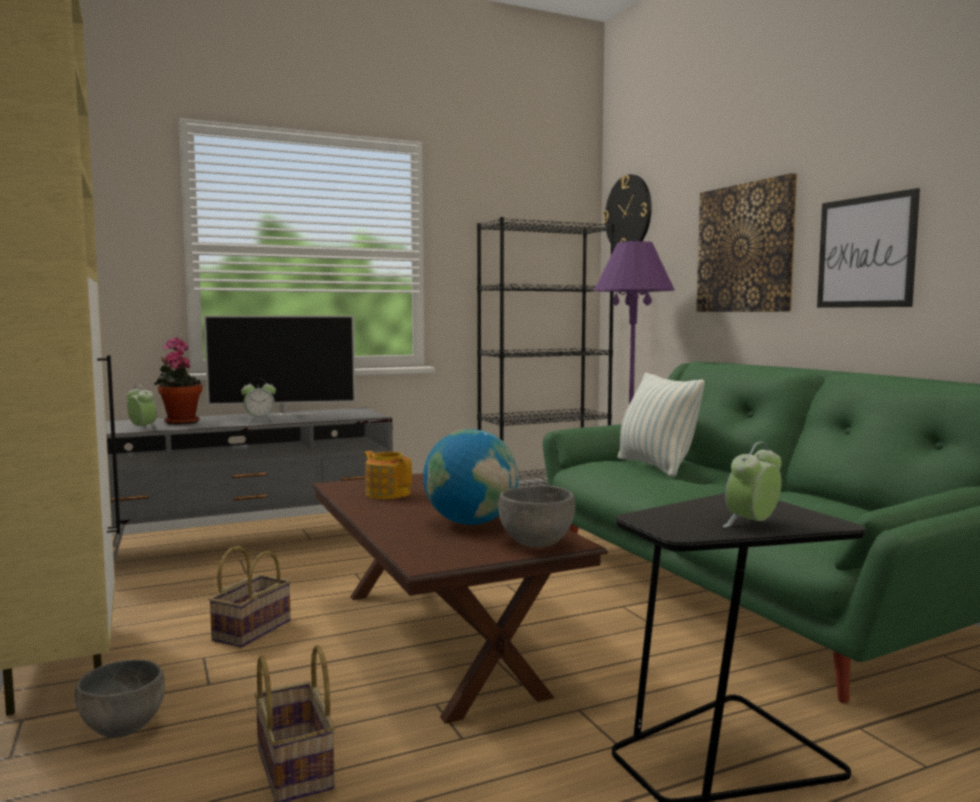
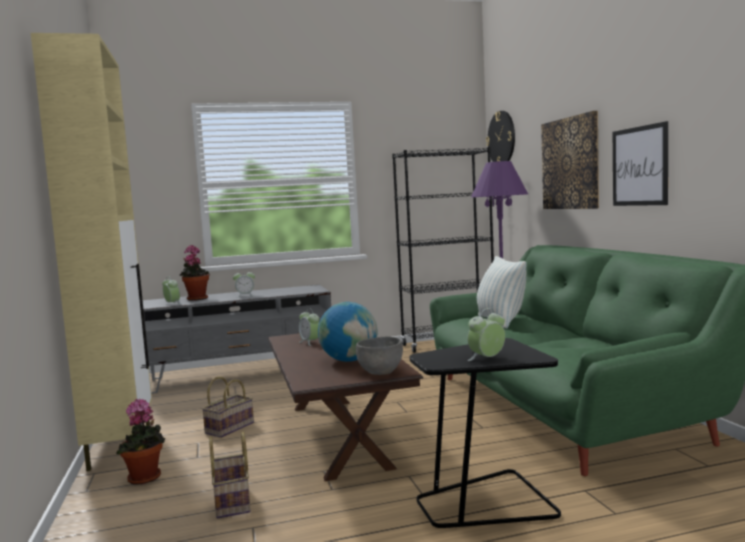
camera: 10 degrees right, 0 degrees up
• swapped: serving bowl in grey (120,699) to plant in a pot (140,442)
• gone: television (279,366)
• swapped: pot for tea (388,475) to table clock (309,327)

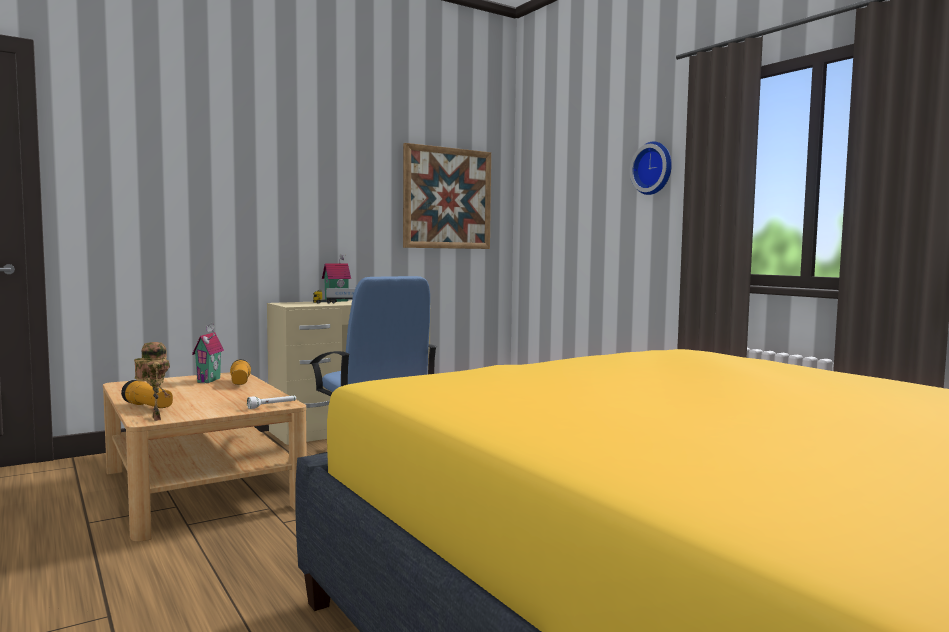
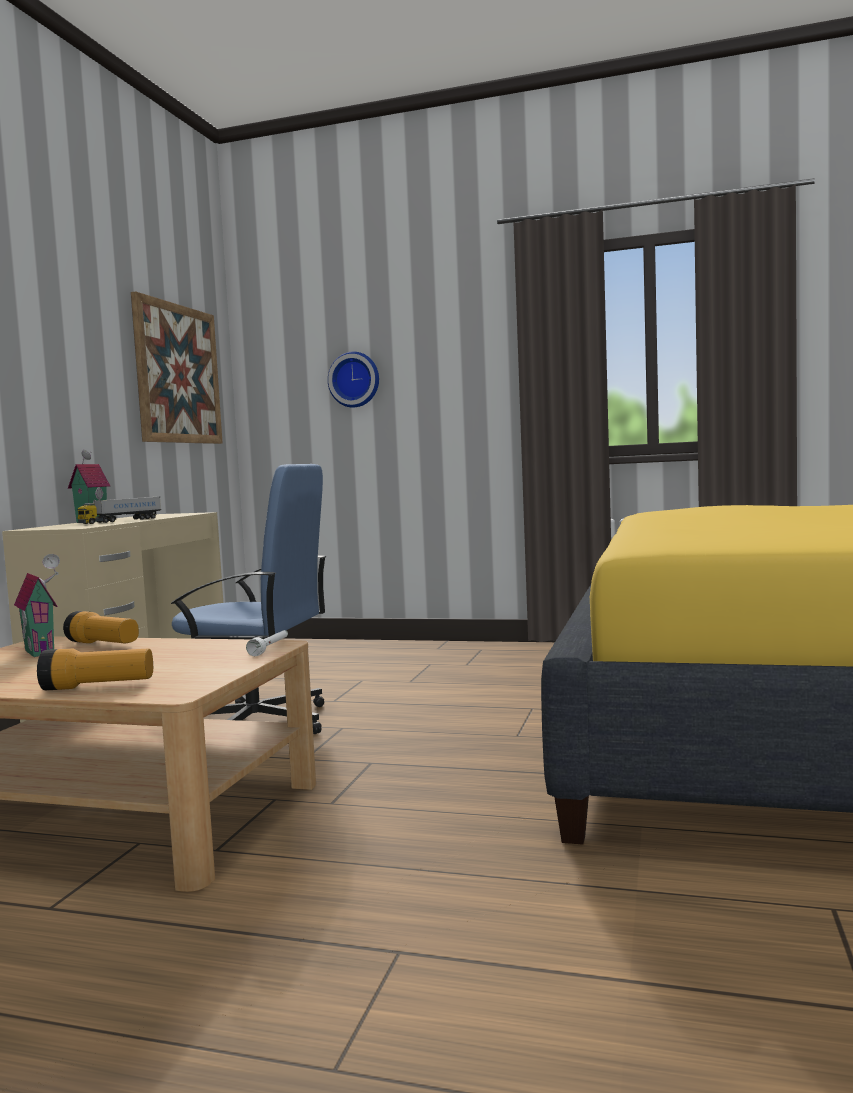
camera: 40 degrees left, 0 degrees up
• gone: robot figure (152,381)
• shifted: clock on the wall (651,168) to (353,380)

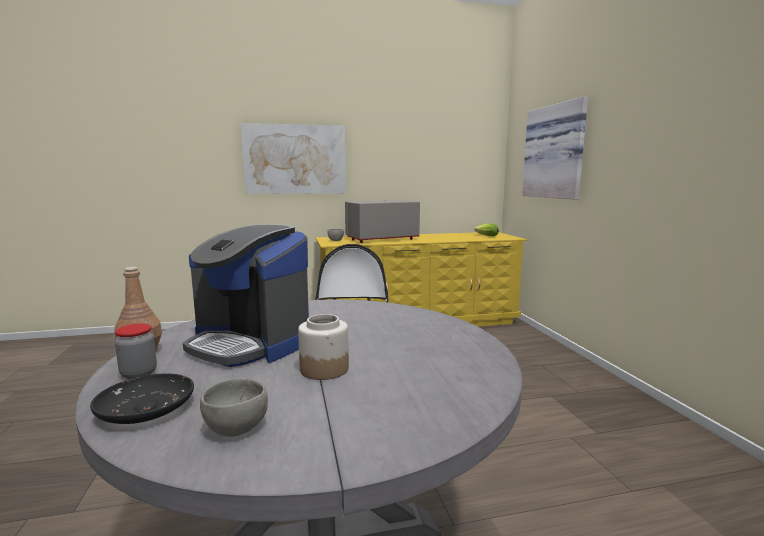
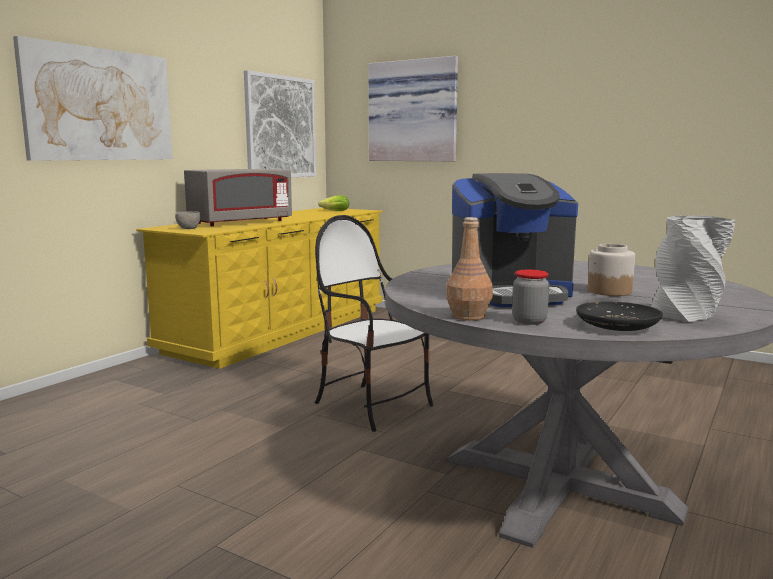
camera: 45 degrees left, 0 degrees up
• swapped: serving bowl in grey (234,407) to vase in grey (693,268)
• rotated: kitchen microwave in grey (382,221) = (238,197) 150 degrees counterclockwise
• new: picture (280,123)

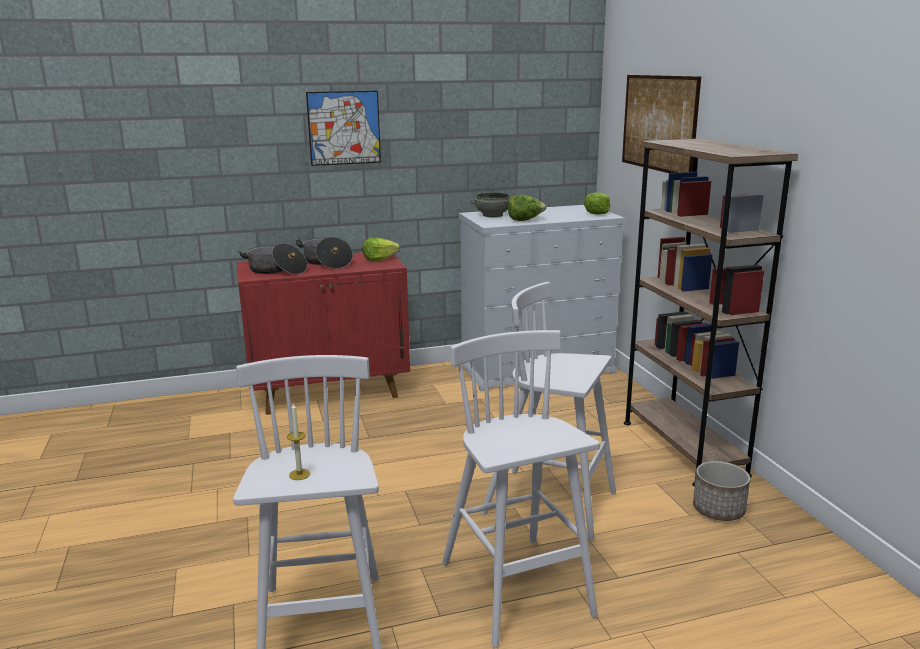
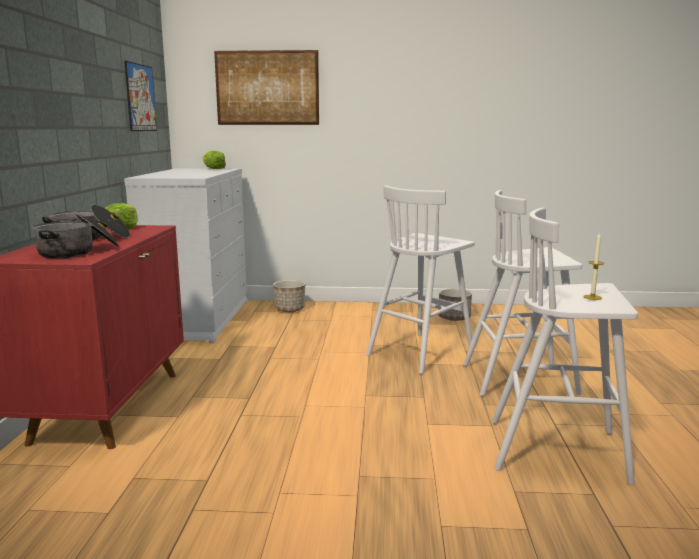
camera: 70 degrees left, 5 degrees down
• shifted: picture (343,128) to (140,96)
• gone: serving bowl in grey (490,204)
• gone: head of lettuce (527,208)
• gone: bookshelf in brown-coloured (711,313)
• new: plant pot (289,296)

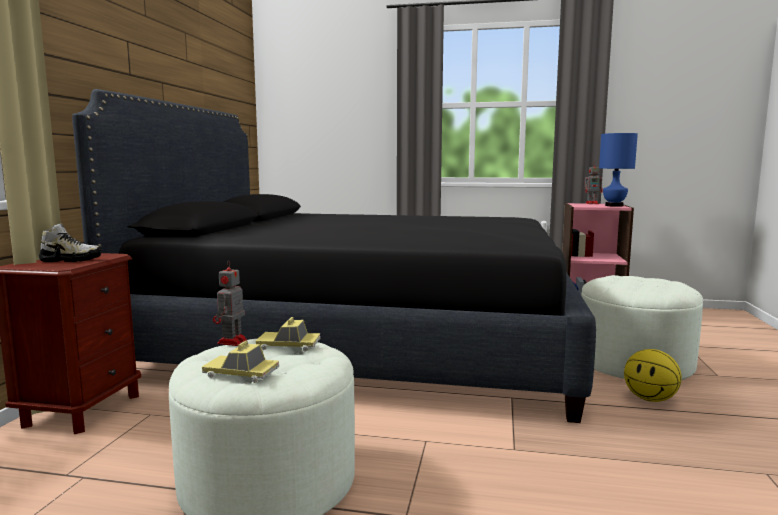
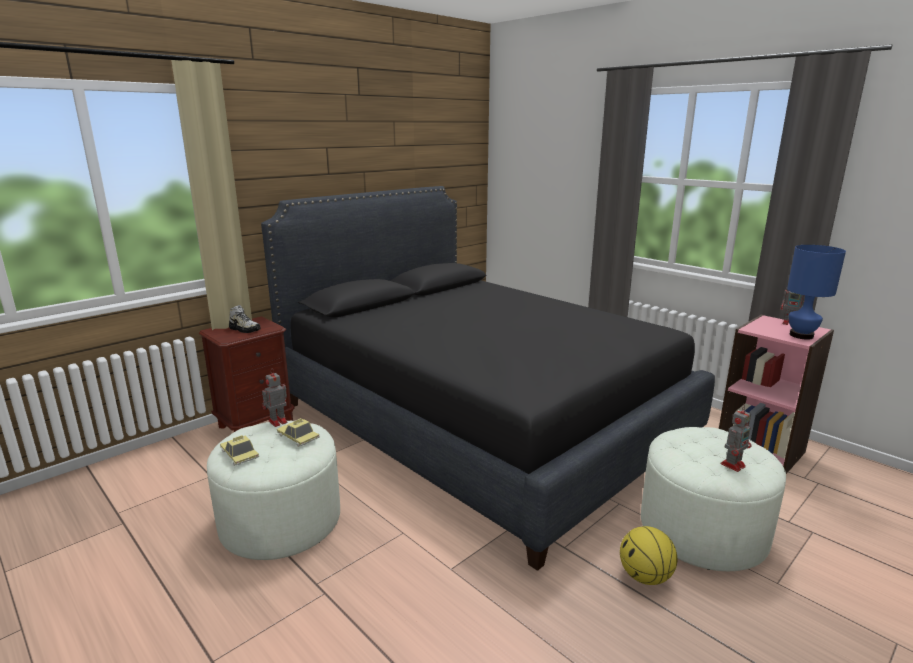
camera: 35 degrees right, 10 degrees up
• new: robot figure (736,439)

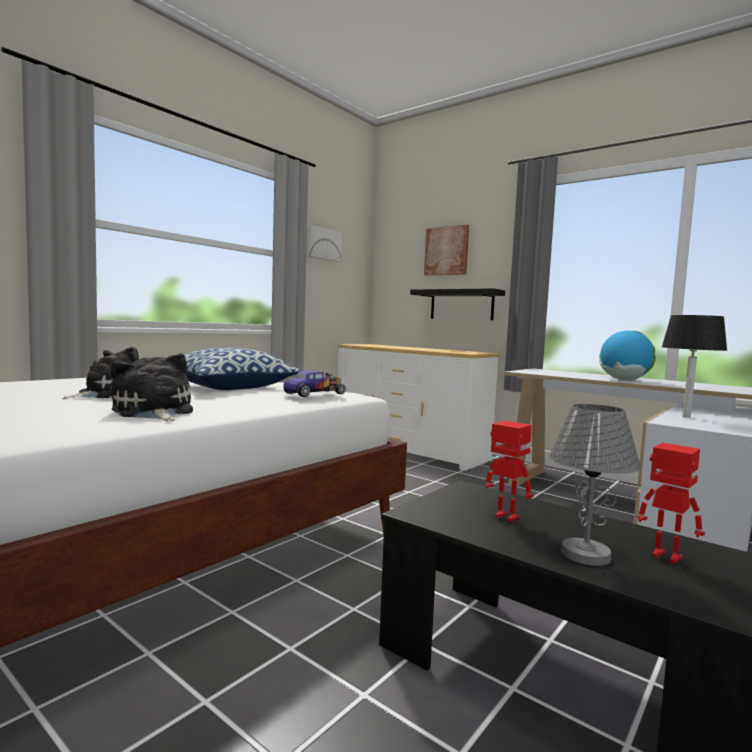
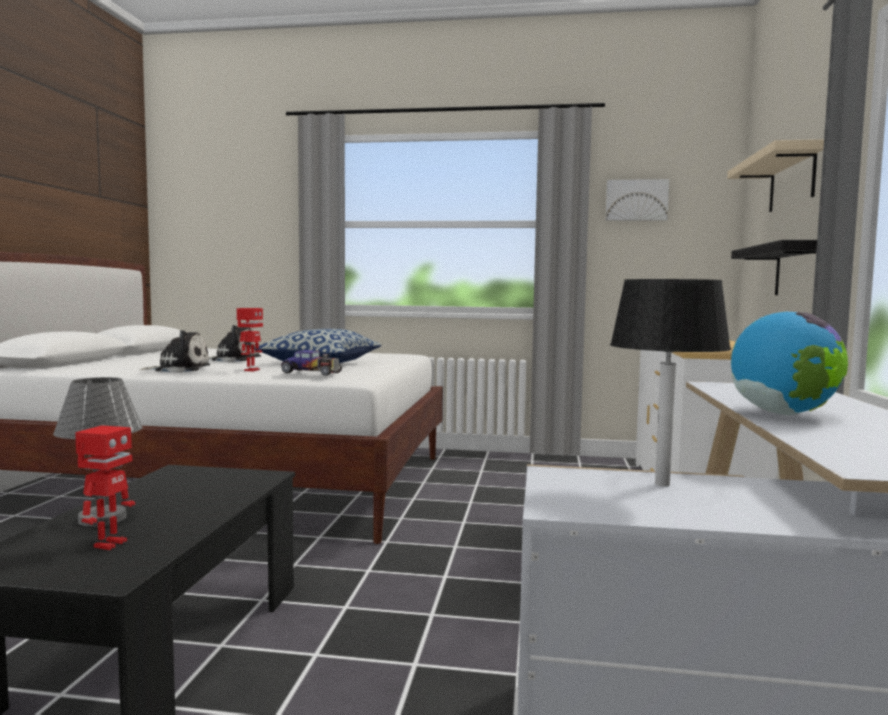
camera: 60 degrees right, 0 degrees up
• rotated: plush toy (152,387) = (175,351) 60 degrees clockwise
• swapped: picture (446,250) to wall shelf in sand-coloured (775,175)
• shifted: robot figure (510,471) to (250,340)

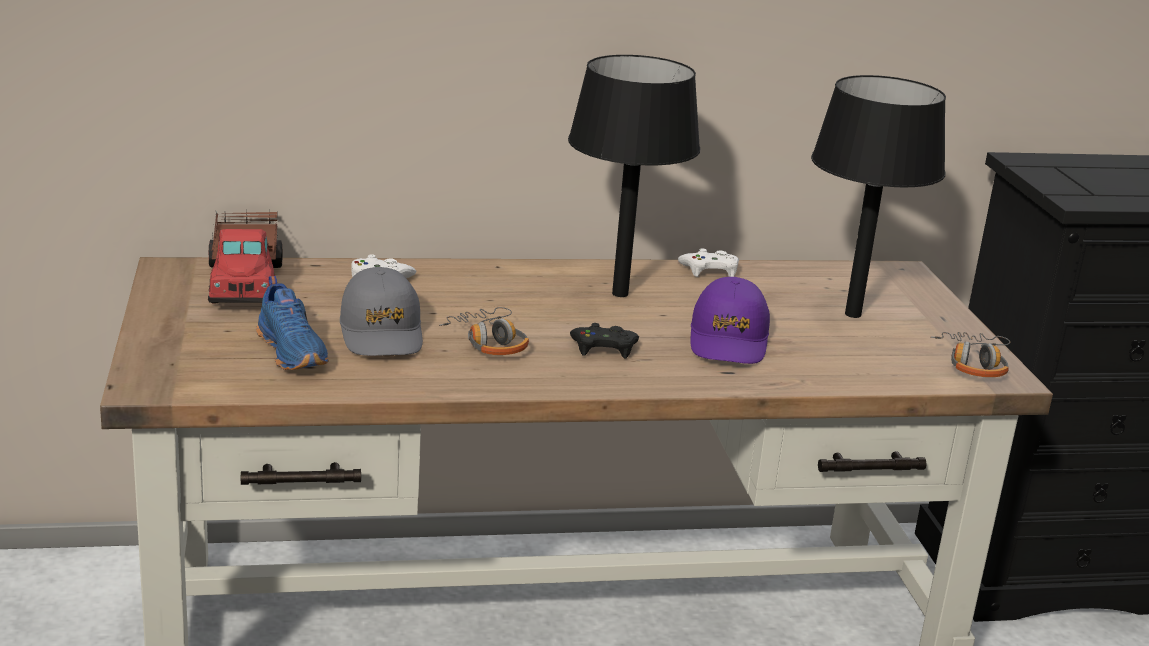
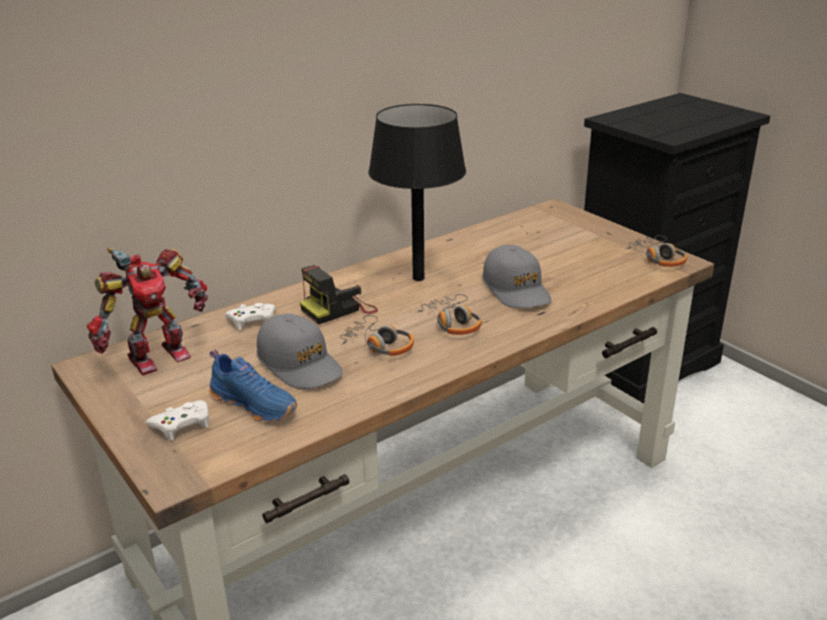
camera: 25 degrees left, 5 degrees up
• swapped: toy lorry (245,257) to robot figure (146,311)
• swapped: gamepad in black (604,340) to headphones (449,314)
• shifted: gamepad in white-coloured (708,263) to (177,420)
• repainted: peaked cap in purplish (730,320) to peaked cap in grey (516,276)
• gone: table lamp in black (878,196)
• new: still camera (339,294)

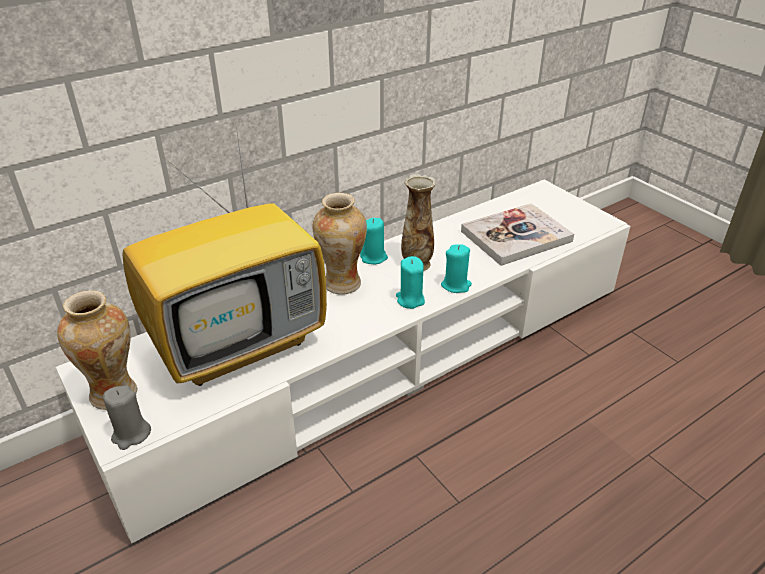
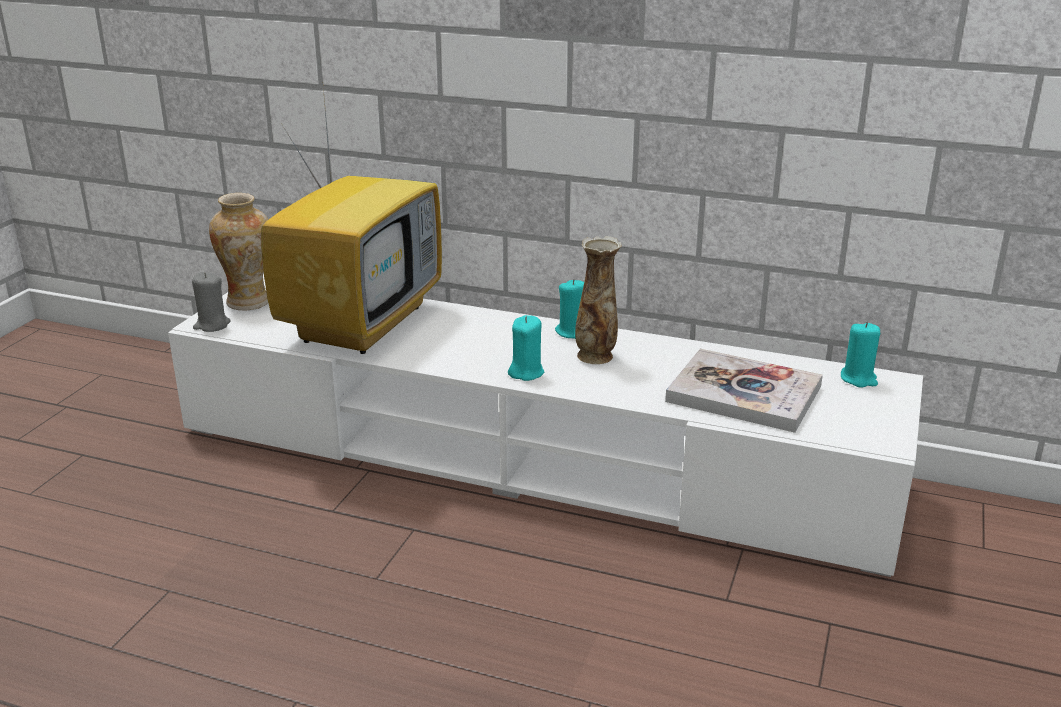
camera: 55 degrees right, 10 degrees down
• rotated: television (225,252) = (351,221) 90 degrees counterclockwise
• gone: vase (340,244)
• shifted: candle in turquoise (456,268) to (860,355)

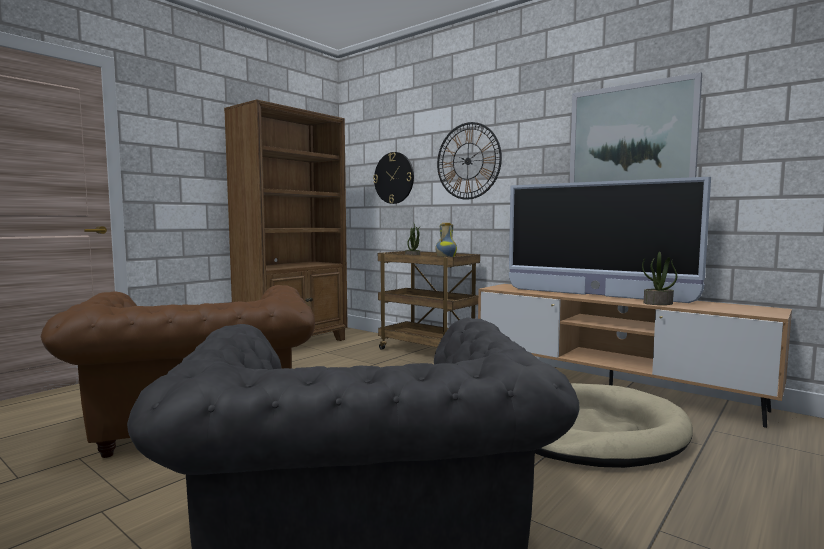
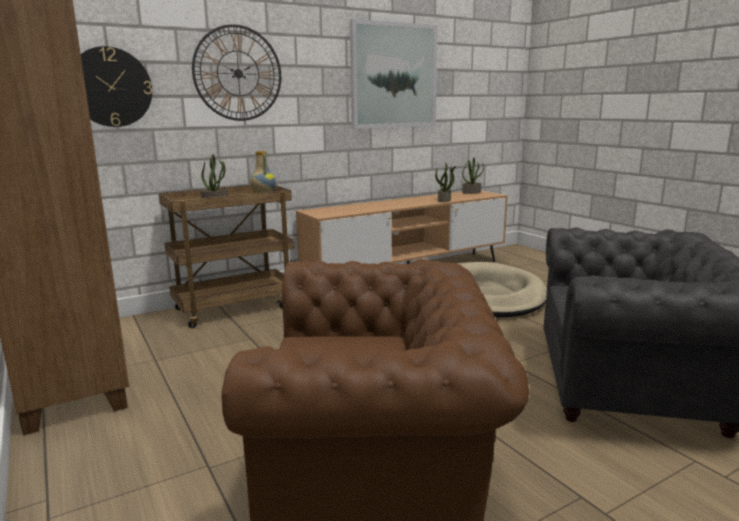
camera: 70 degrees left, 10 degrees up
• gone: television (610,240)
• new: plant in a pot (473,176)

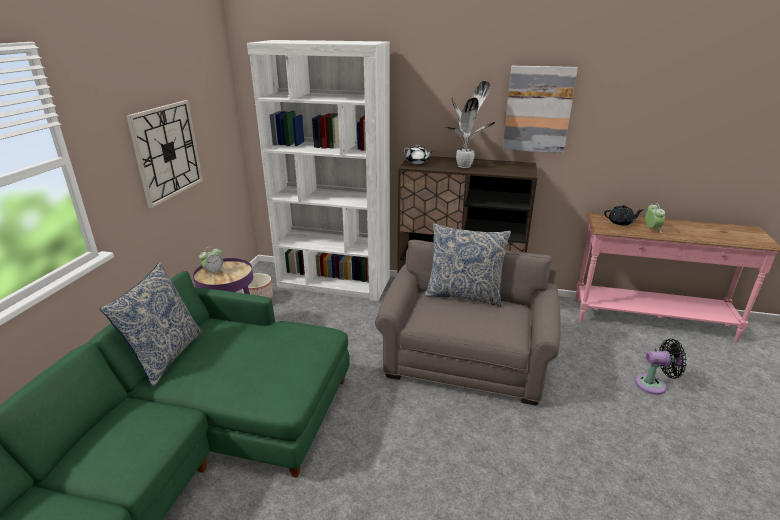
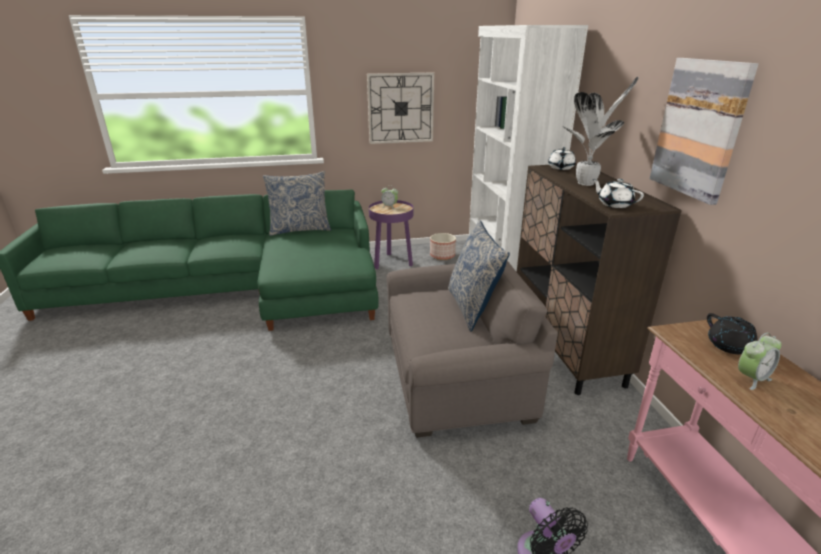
camera: 65 degrees right, 0 degrees up
• new: pot for tea in white-coloured (618,193)

